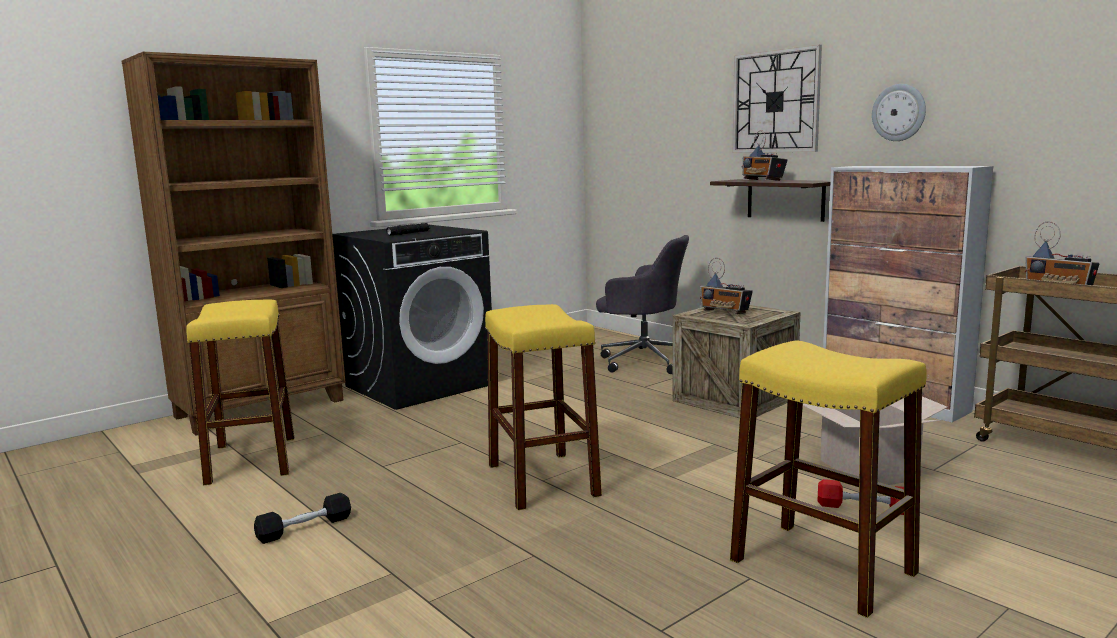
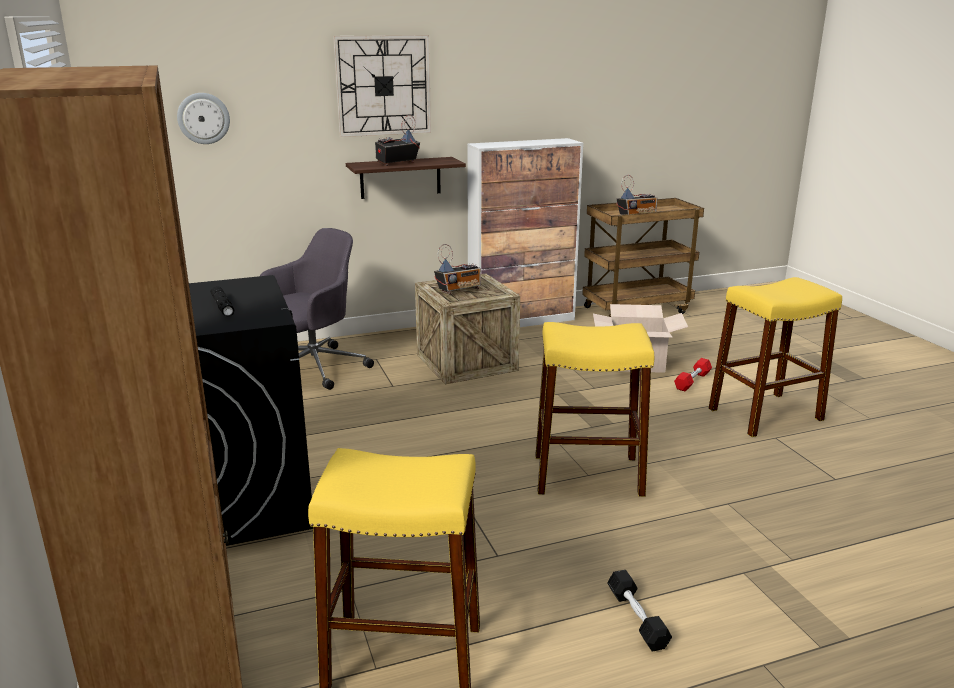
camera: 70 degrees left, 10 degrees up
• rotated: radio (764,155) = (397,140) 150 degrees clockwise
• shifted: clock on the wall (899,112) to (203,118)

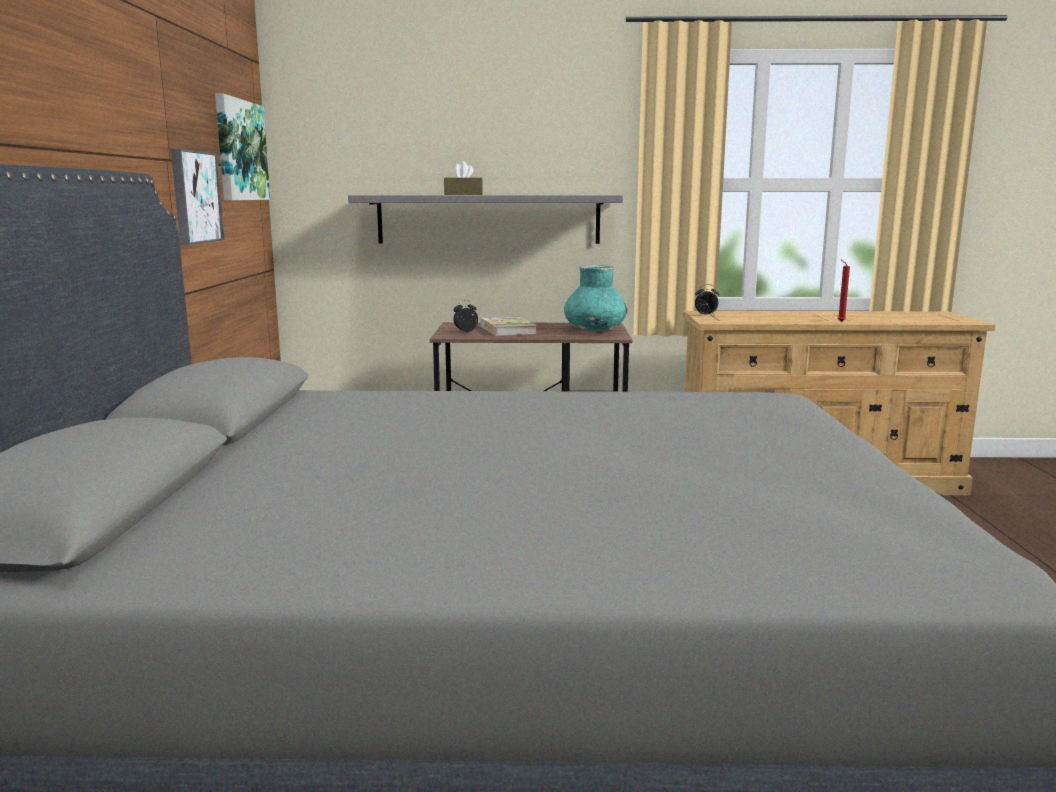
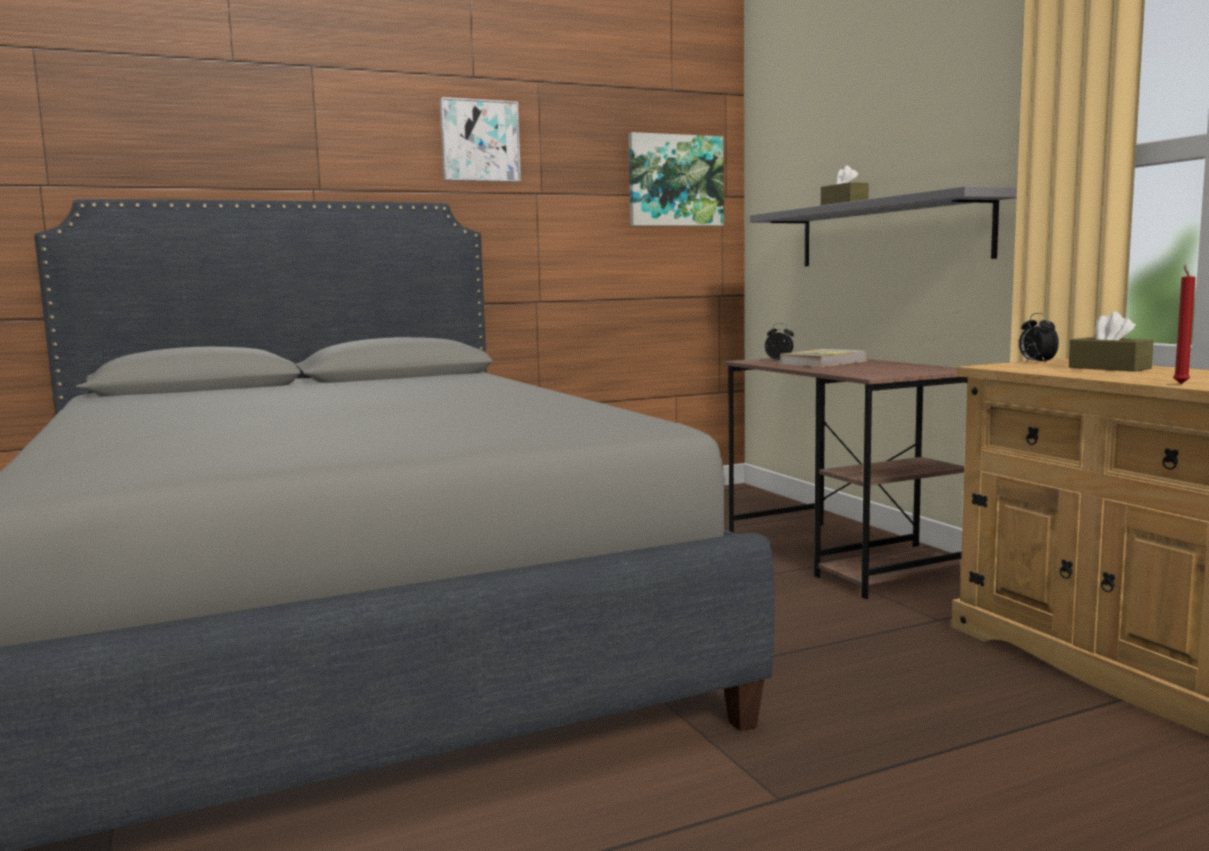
camera: 65 degrees right, 5 degrees down
• shifted: picture (197,197) to (480,139)
• gone: vase in turquoise (595,298)
• new: tissue holder in brown-coloured (1111,341)

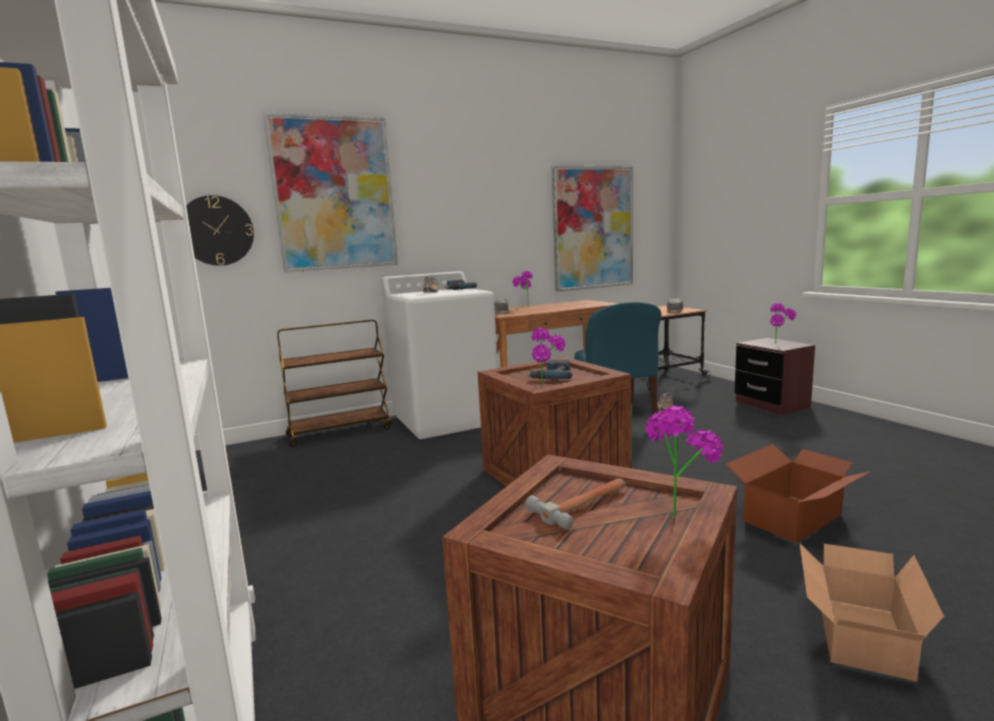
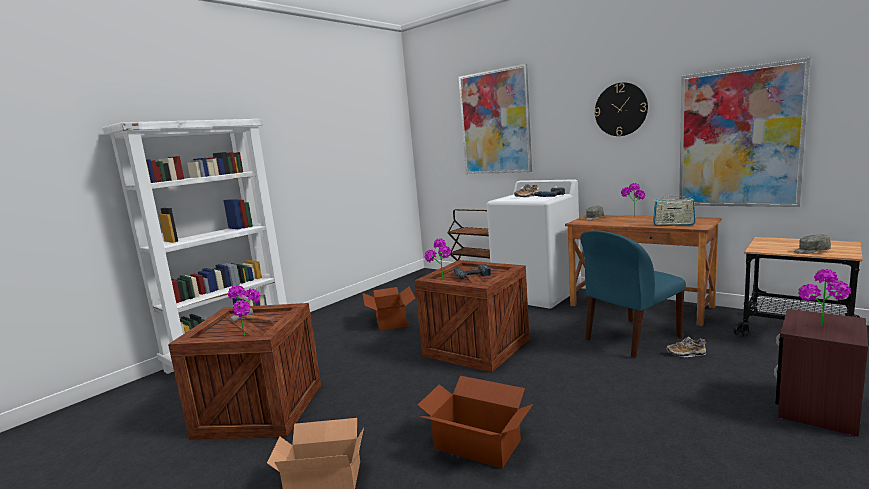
camera: 65 degrees right, 0 degrees up
• shifted: clock on the wall (220,230) to (621,109)
• new: carton (389,309)
• new: radio (674,210)

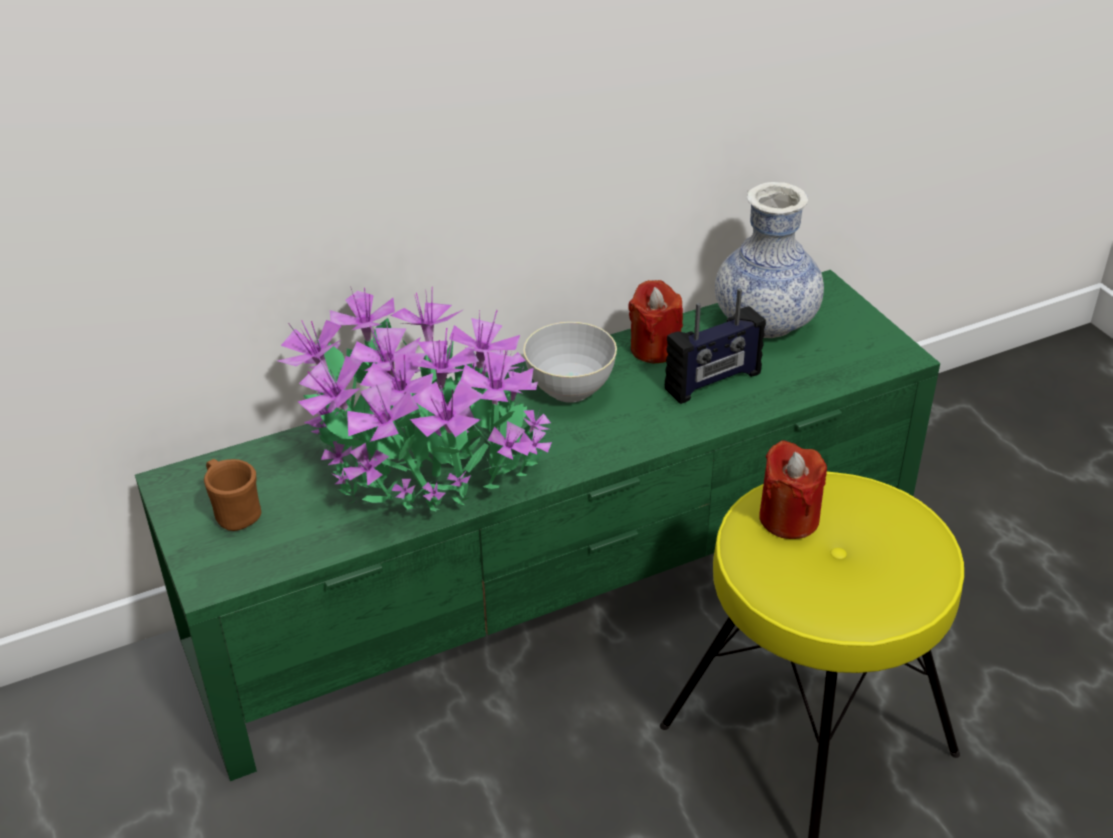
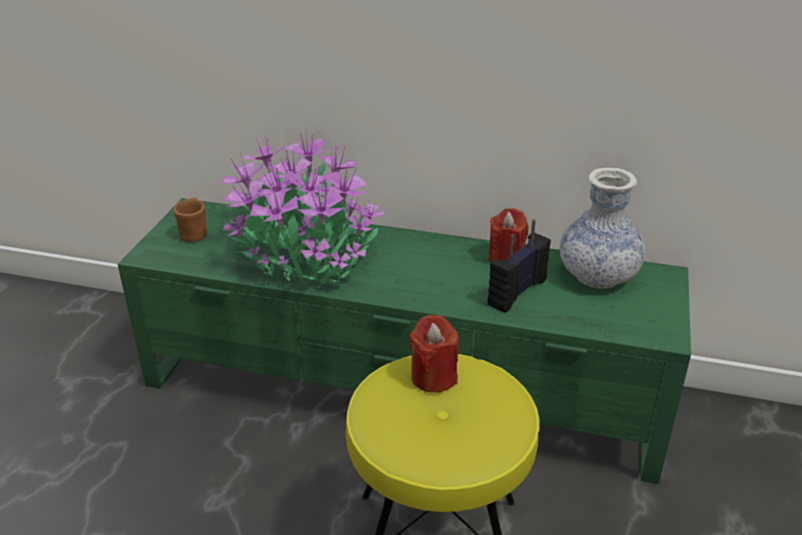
camera: 40 degrees right, 5 degrees down
• gone: serving bowl in grey (570,362)
• rotated: radio (715,346) = (519,266) 120 degrees clockwise

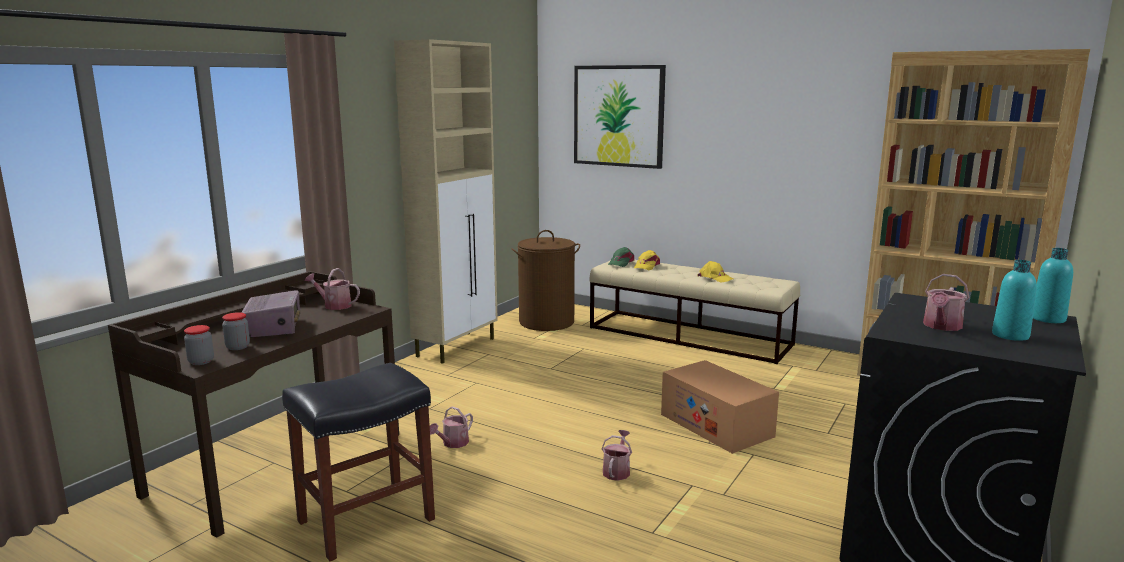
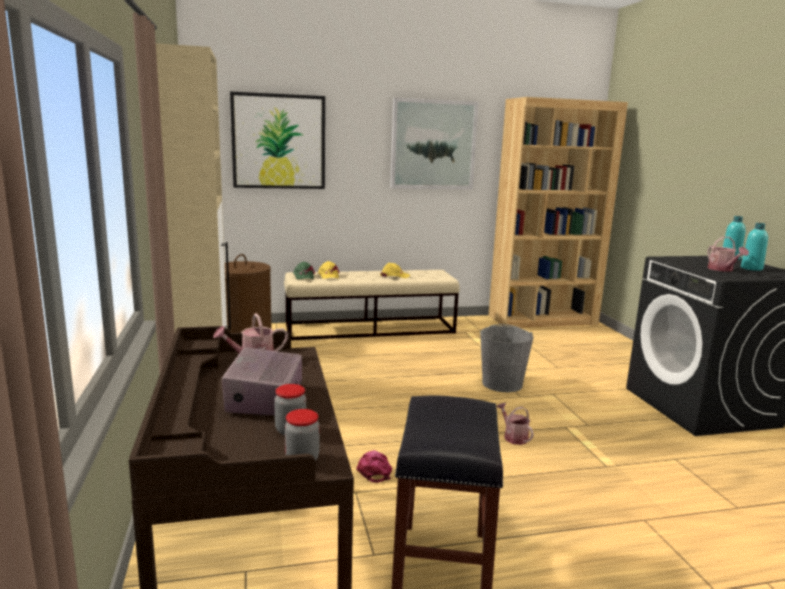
camera: 45 degrees left, 0 degrees up
• rotated: radio (270,314) = (262,381) 120 degrees counterclockwise
• swapped: watering pot (451,427) to peaked cap in pink-coloured (374,466)
• swapped: carton (720,407) to bucket in grey (507,358)
• new: picture (434,143)

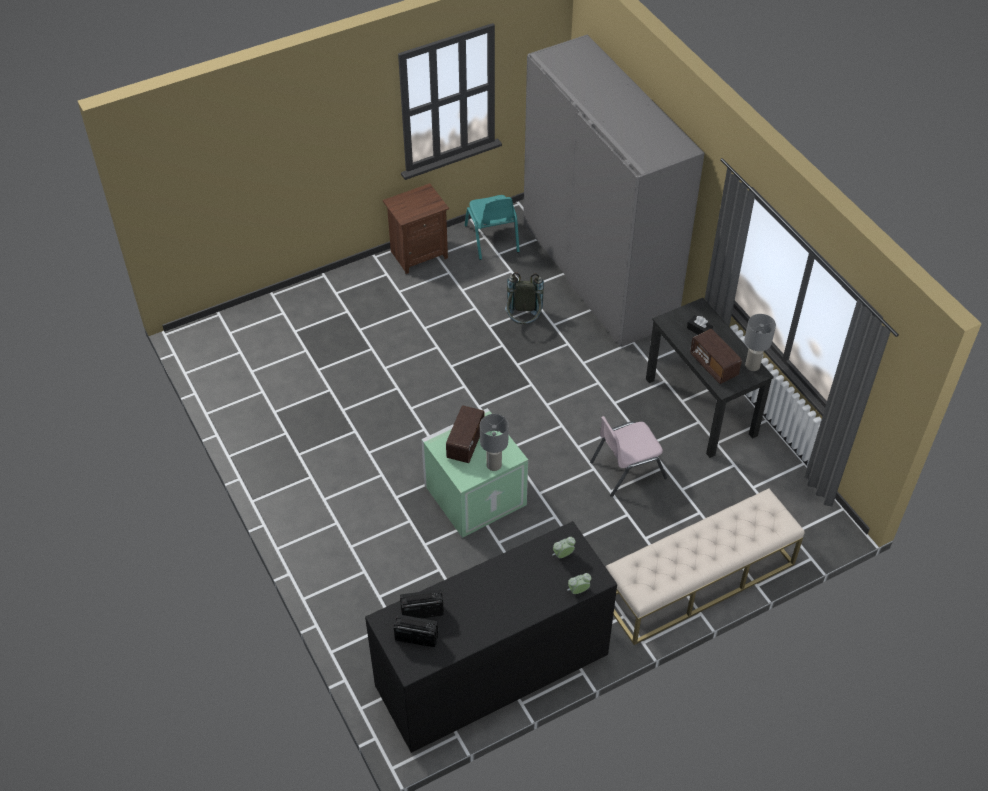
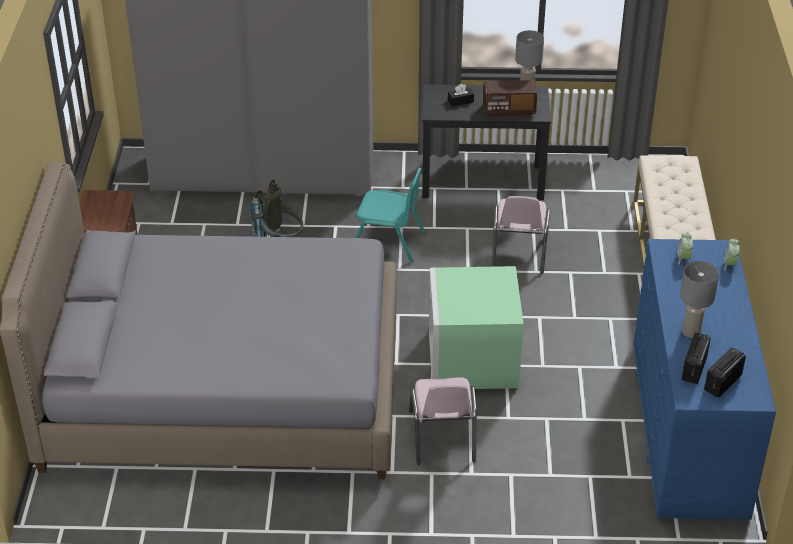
camera: 60 degrees left, 10 degrees down
• repainted: chest of drawers in black (491,637) to chest of drawers in blue-coloured (704,379)
• gone: radio (465,434)
• shifted: chair in turquoise (492,227) to (390,215)
• shifted: table lamp in grey (494,442) to (699,299)
• new: bedroom bed in grey (198,320)
• new: chair in pink-coloured (443,421)

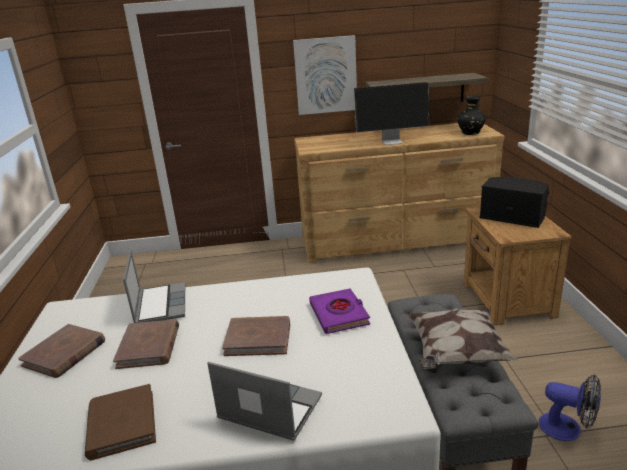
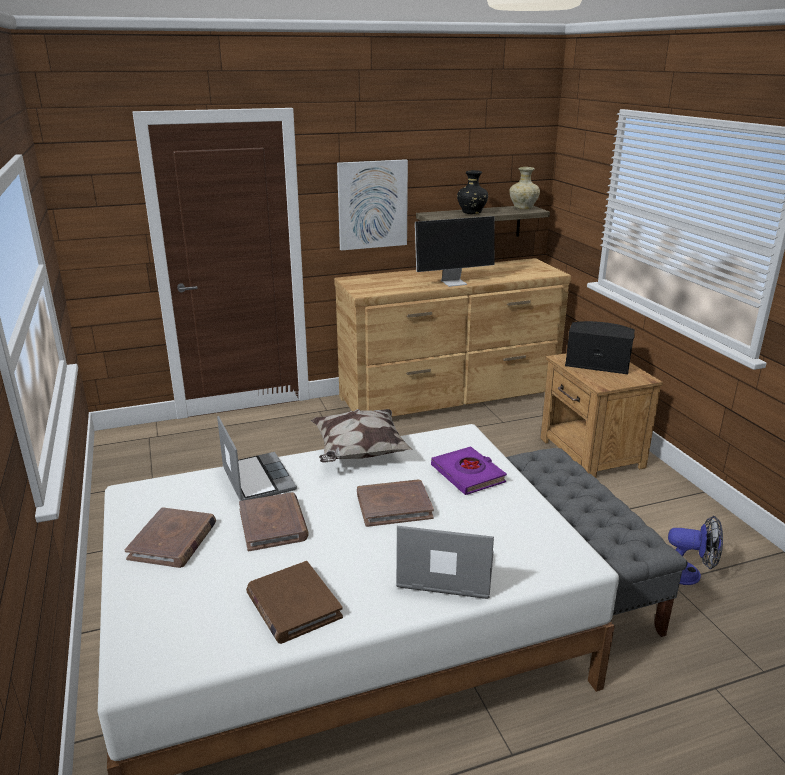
camera: 15 degrees left, 0 degrees up
• shifted: throw pillow (463,338) to (362,436)
• shifted: vase in black (471,115) to (472,192)
• new: vase in sand-coloured (525,188)

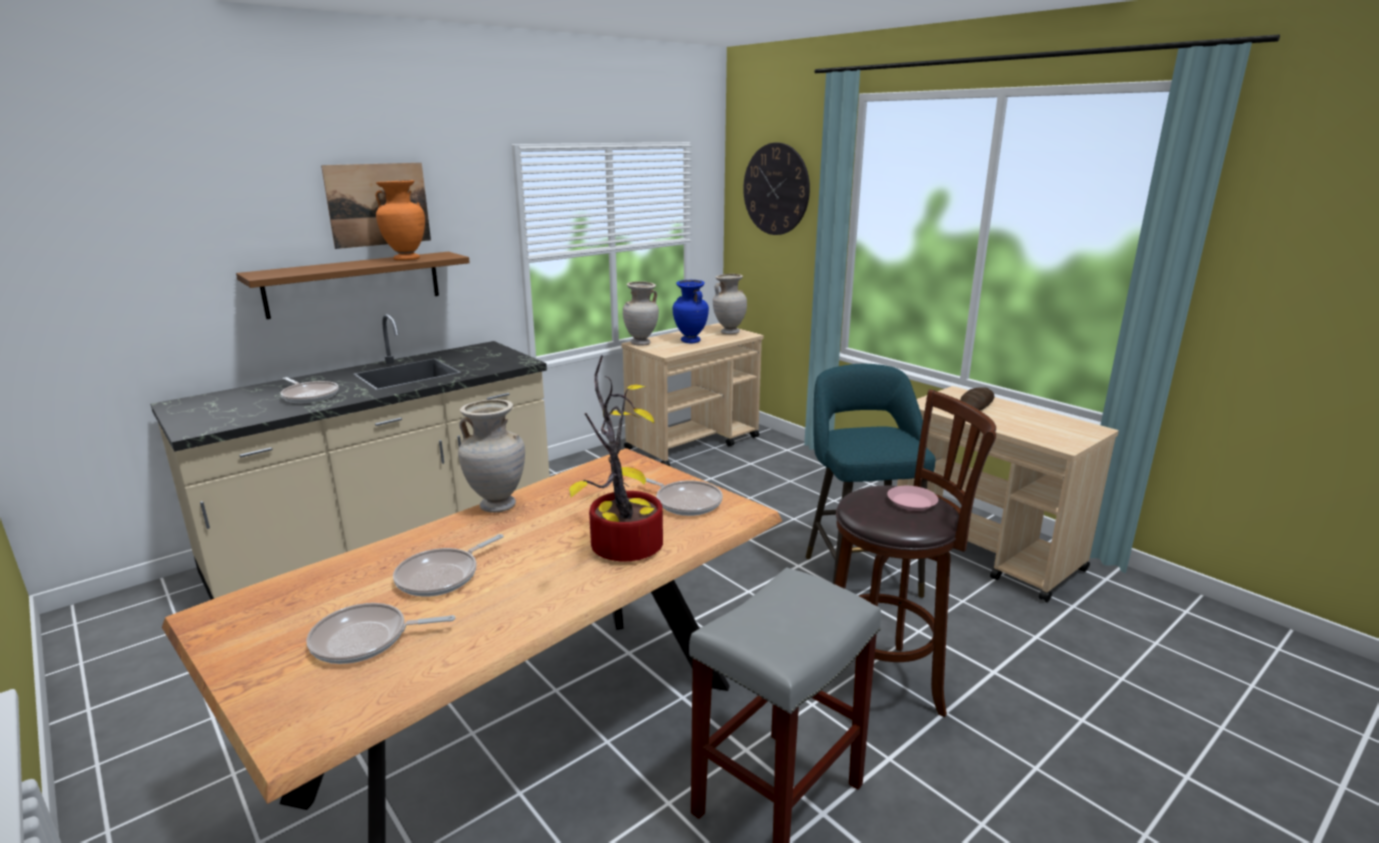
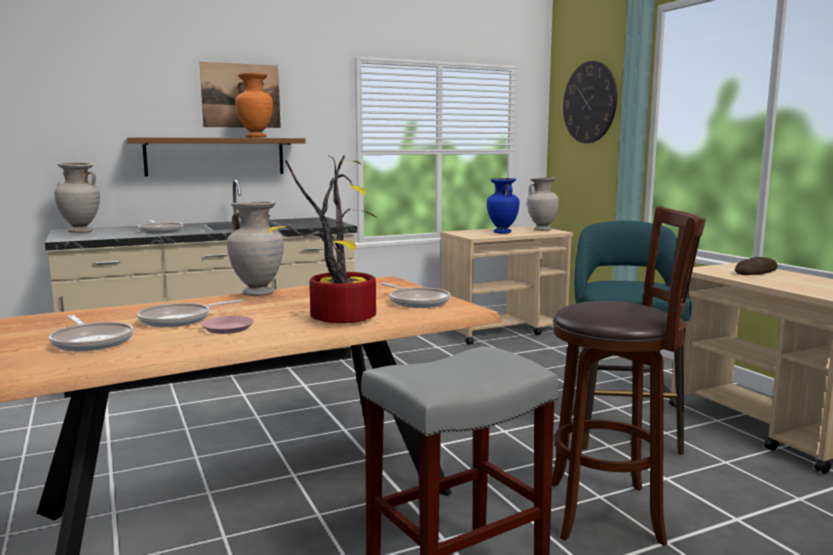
camera: 15 degrees right, 10 degrees down
• rotated: skillet (380,633) = (91,333) 135 degrees counterclockwise
• shifted: vase in sand-coloured (641,313) to (77,198)
• shifted: dinner plate in pink-coloured (912,498) to (227,325)

